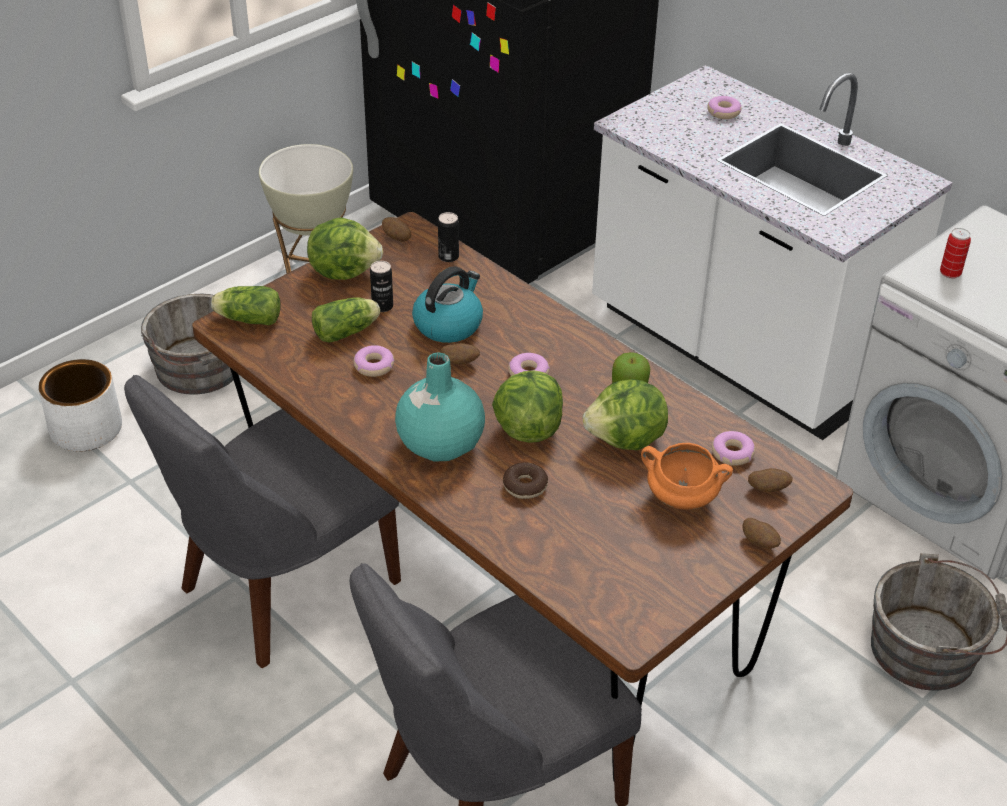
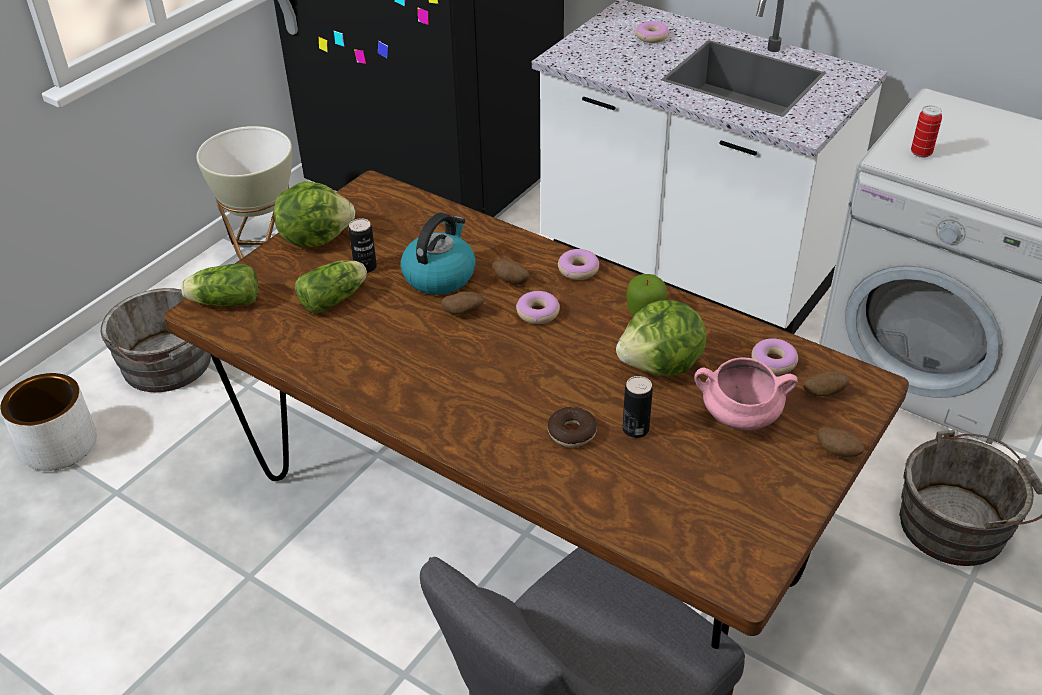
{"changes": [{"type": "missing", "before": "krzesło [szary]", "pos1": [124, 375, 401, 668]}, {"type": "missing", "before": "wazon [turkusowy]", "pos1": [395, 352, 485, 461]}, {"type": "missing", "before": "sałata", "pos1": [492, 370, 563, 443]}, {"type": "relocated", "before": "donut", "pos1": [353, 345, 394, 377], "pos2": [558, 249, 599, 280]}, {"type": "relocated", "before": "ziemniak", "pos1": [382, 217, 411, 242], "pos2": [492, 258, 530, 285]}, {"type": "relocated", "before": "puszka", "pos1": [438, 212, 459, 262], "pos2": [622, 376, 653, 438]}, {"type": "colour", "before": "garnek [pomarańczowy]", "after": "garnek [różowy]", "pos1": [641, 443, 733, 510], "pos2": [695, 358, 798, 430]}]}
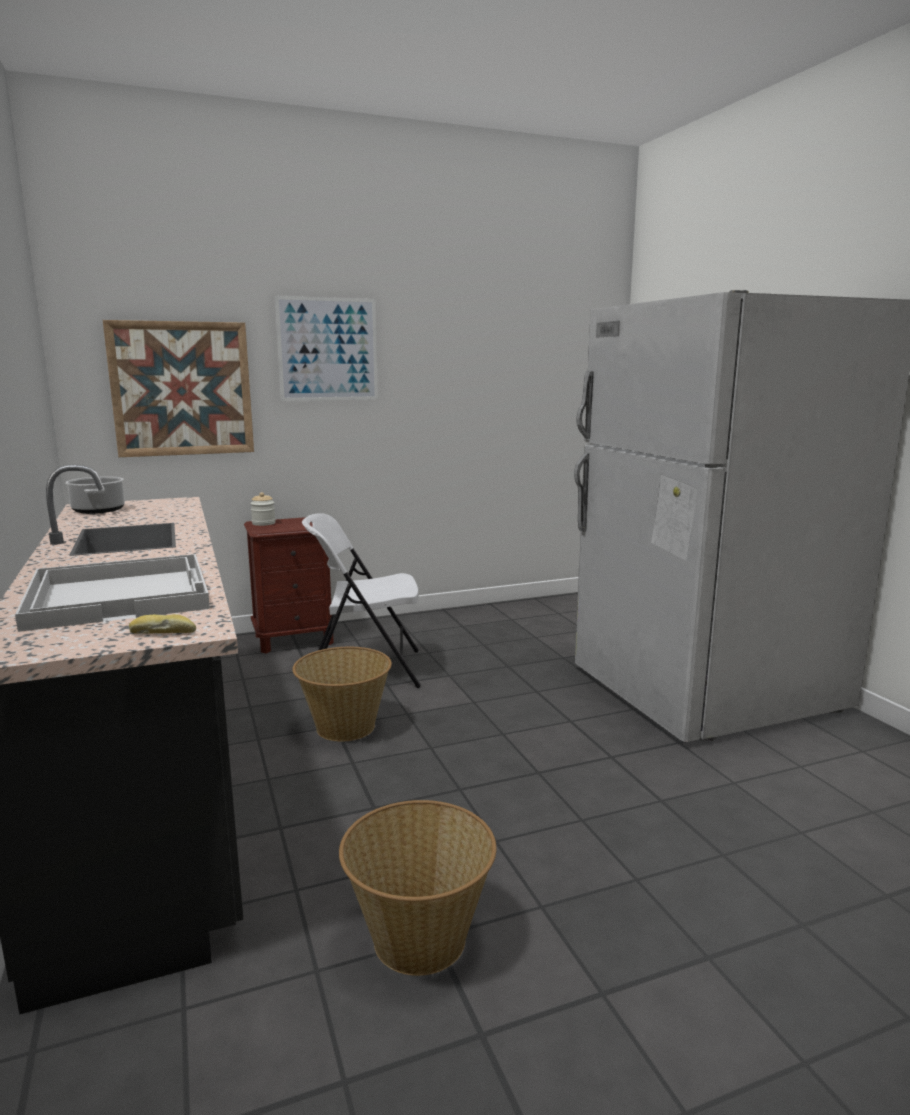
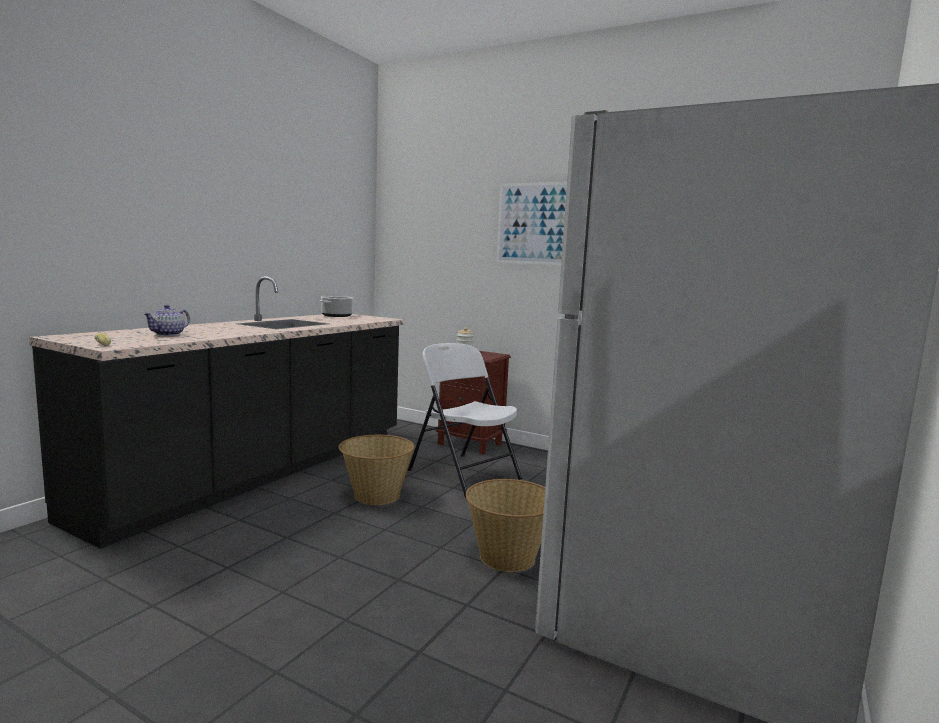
{"changes": [{"type": "missing", "before": "obraz", "pos1": [103, 320, 254, 457]}, {"type": "relocated", "before": "koszyk", "pos1": [339, 800, 497, 976], "pos2": [466, 479, 545, 572]}, {"type": "exchanged", "before": "taca [biały]", "after": "imbryk", "pos1": [15, 554, 210, 632], "pos2": [143, 305, 190, 336]}]}
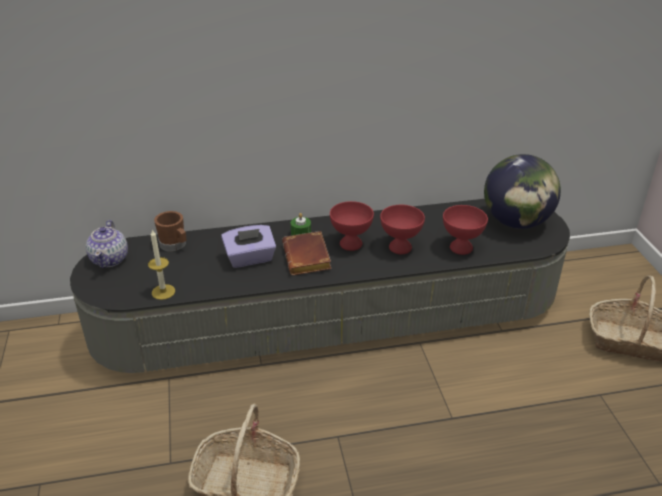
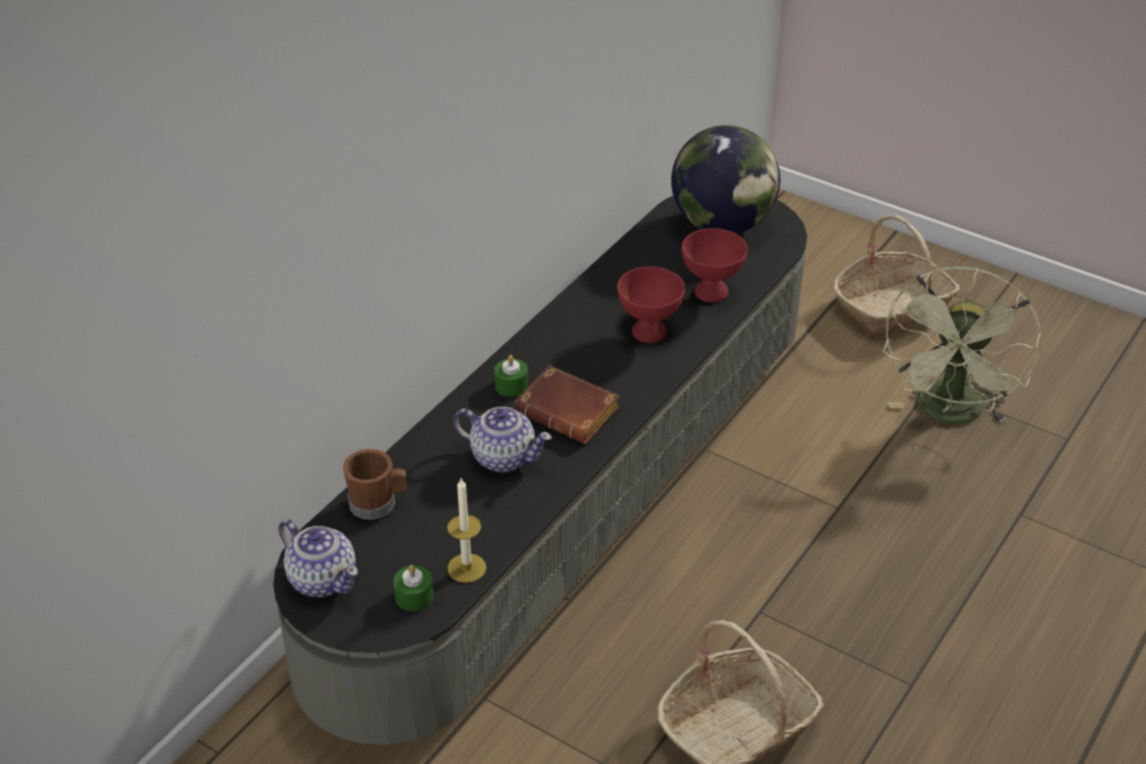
{"changes": [{"type": "missing", "before": "miska [czerwony]", "pos1": [330, 201, 374, 251]}, {"type": "appeared", "after": "świeca [zielony]", "pos2": [394, 565, 434, 611]}, {"type": "appeared", "after": "wentylator [zielony]", "pos2": [883, 267, 1042, 424]}, {"type": "exchanged", "before": "pudełko chusteczek [fioletowy]", "after": "imbryk", "pos1": [221, 225, 276, 268], "pos2": [453, 407, 552, 472]}]}
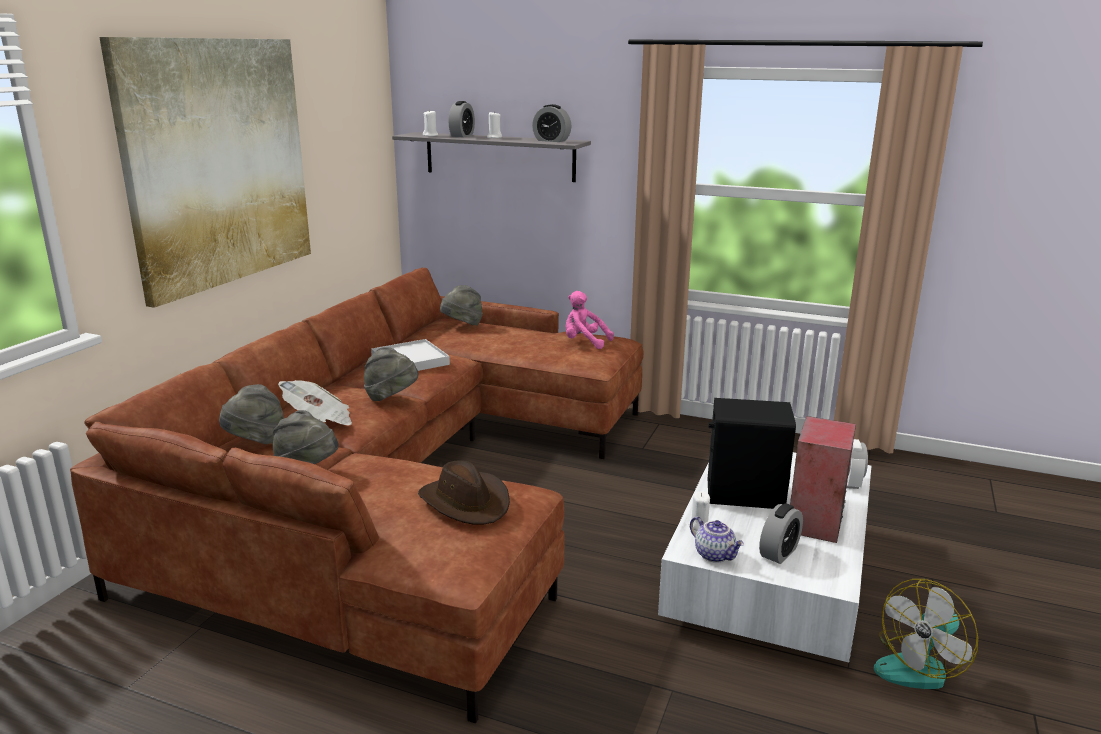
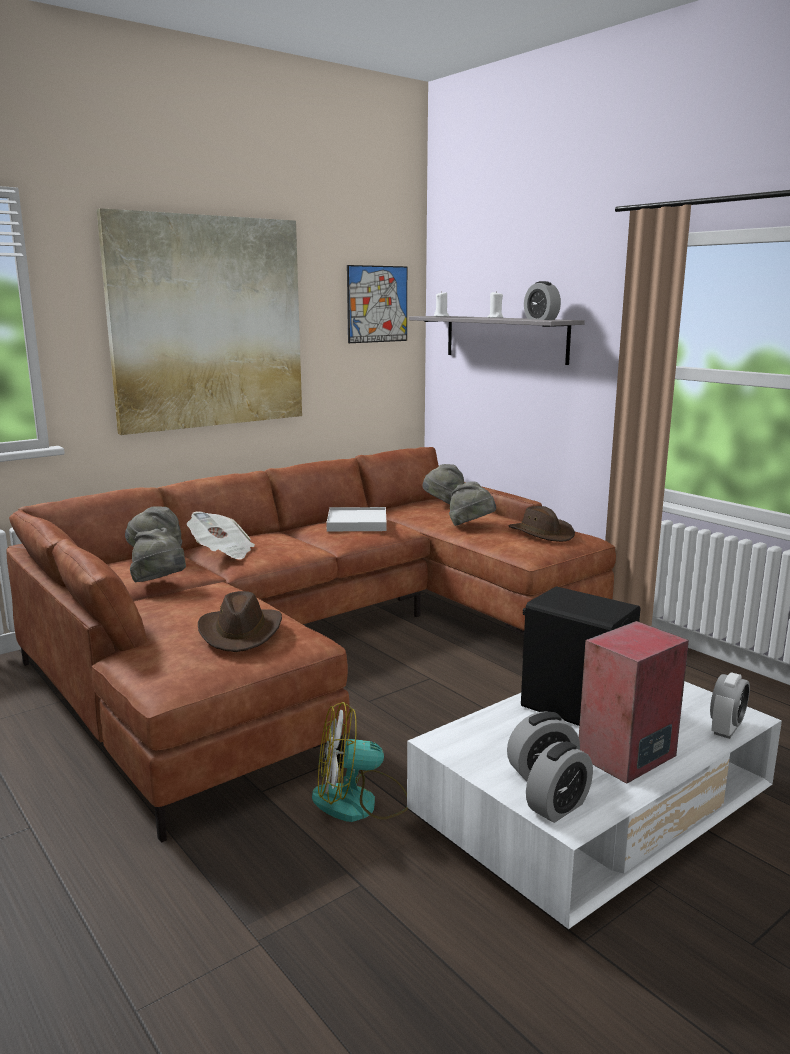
{"changes": [{"type": "missing", "before": "świeca [biały]", "pos1": [688, 491, 710, 531]}, {"type": "missing", "before": "imbryk", "pos1": [690, 516, 744, 563]}, {"type": "appeared", "after": "obraz", "pos2": [347, 265, 407, 343]}, {"type": "relocated", "before": "kapelusz [szary]", "pos1": [364, 347, 419, 401], "pos2": [449, 481, 496, 526]}, {"type": "relocated", "before": "budzik", "pos1": [449, 101, 475, 137], "pos2": [526, 741, 593, 823]}, {"type": "relocated", "before": "wentylator", "pos1": [874, 579, 978, 689], "pos2": [312, 702, 408, 822]}, {"type": "exchanged", "before": "pluszak [różowy]", "after": "kapelusz [brązowy]", "pos1": [565, 291, 614, 349], "pos2": [508, 506, 575, 542]}]}
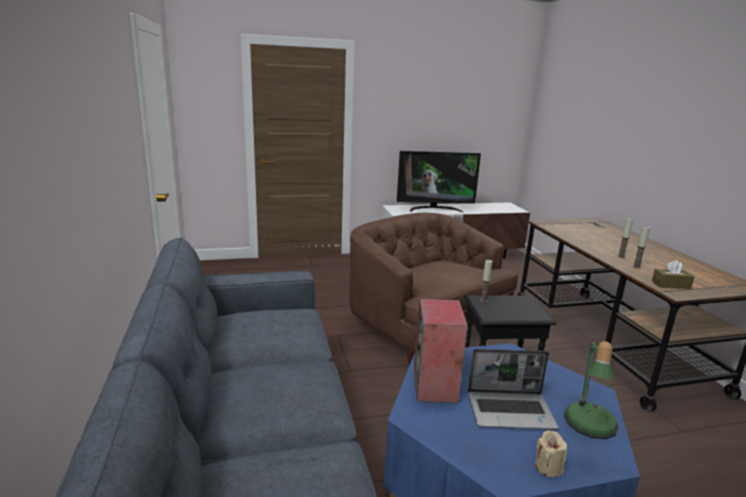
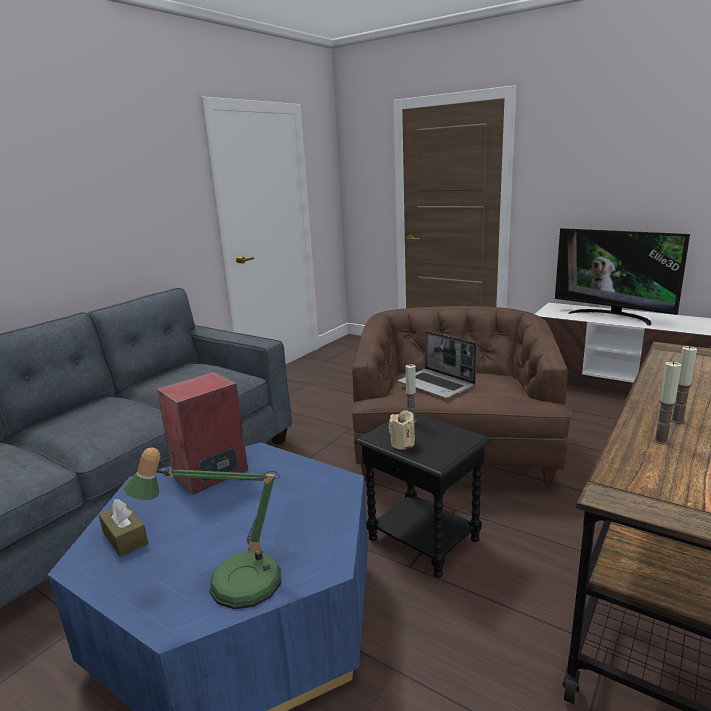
{"changes": [{"type": "relocated", "before": "laptop", "pos1": [468, 349, 559, 429], "pos2": [398, 331, 477, 398]}, {"type": "relocated", "before": "świeca [beżowy]", "pos1": [535, 430, 567, 477], "pos2": [388, 410, 415, 450]}, {"type": "relocated", "before": "pudełko chusteczek [brązowy]", "pos1": [652, 260, 694, 289], "pos2": [98, 499, 148, 557]}]}
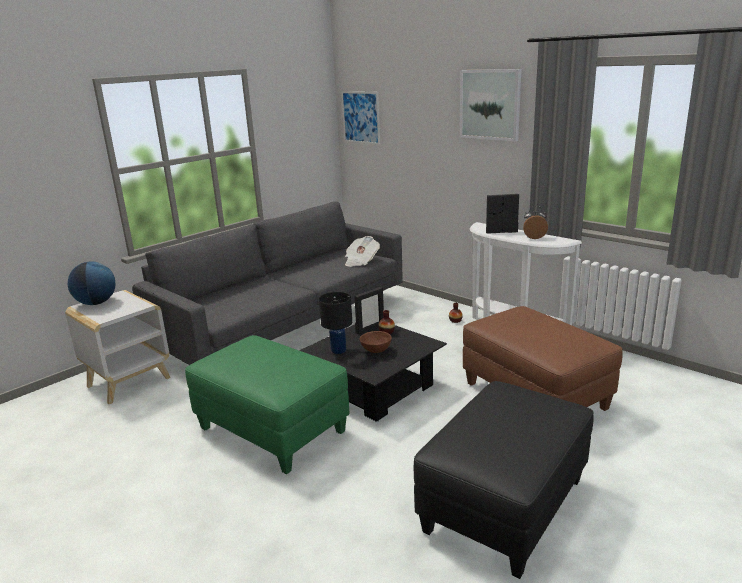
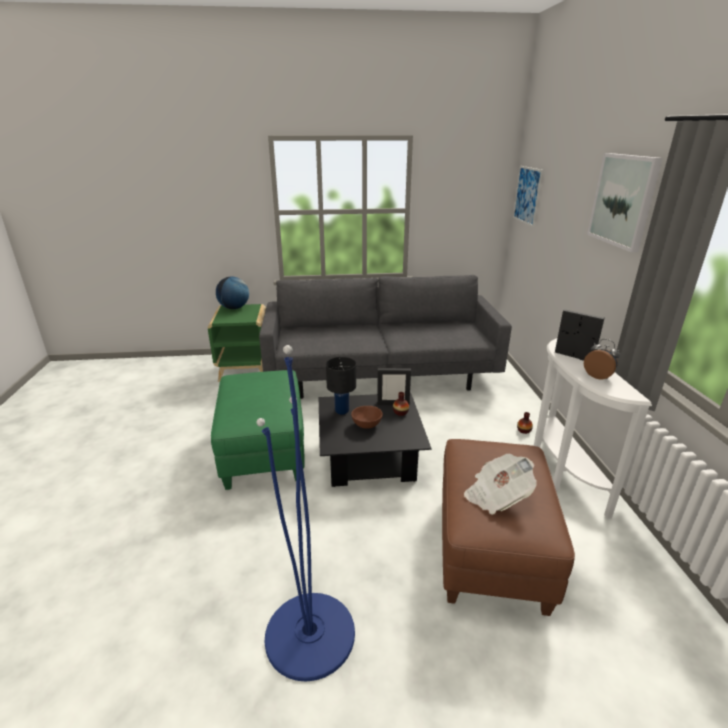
{"changes": [{"type": "relocated", "before": "gazeta", "pos1": [345, 236, 380, 267], "pos2": [464, 454, 537, 515]}, {"type": "exchanged", "before": "pufa [czarny]", "after": "lampa stojąca [niebieski]", "pos1": [414, 381, 593, 579], "pos2": [256, 345, 355, 682]}, {"type": "colour", "before": "stolik [biały]", "after": "stolik [zielony]", "pos1": [65, 290, 171, 404], "pos2": [208, 304, 266, 382]}]}
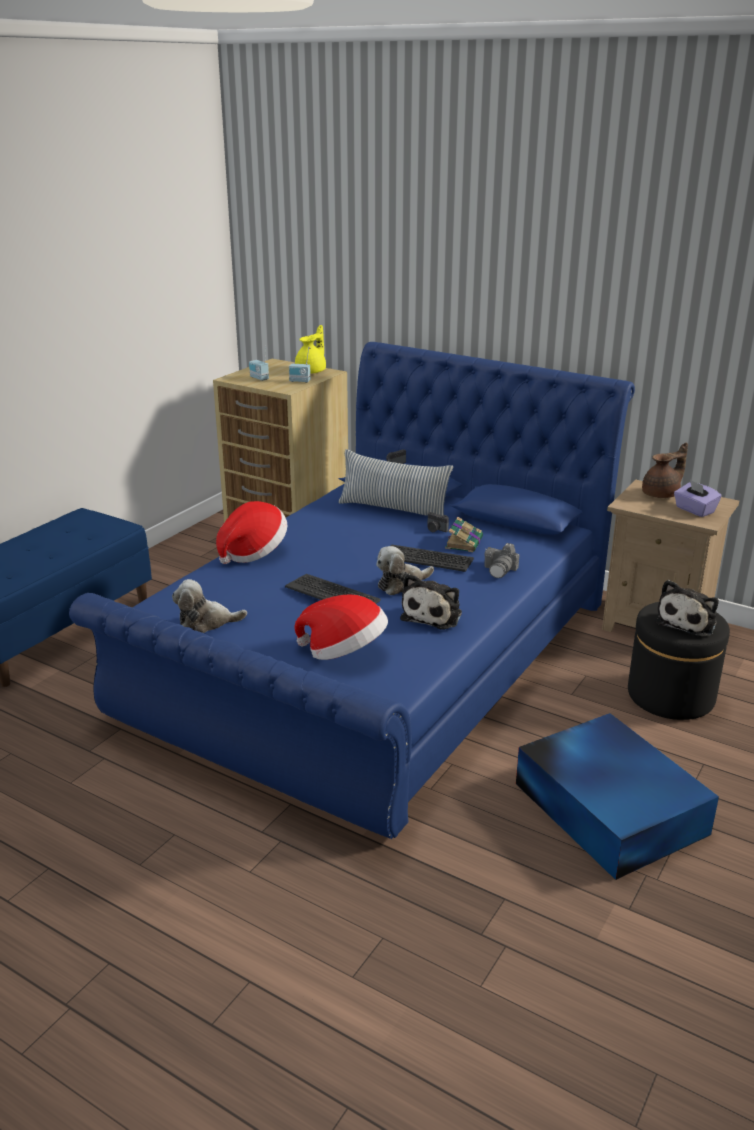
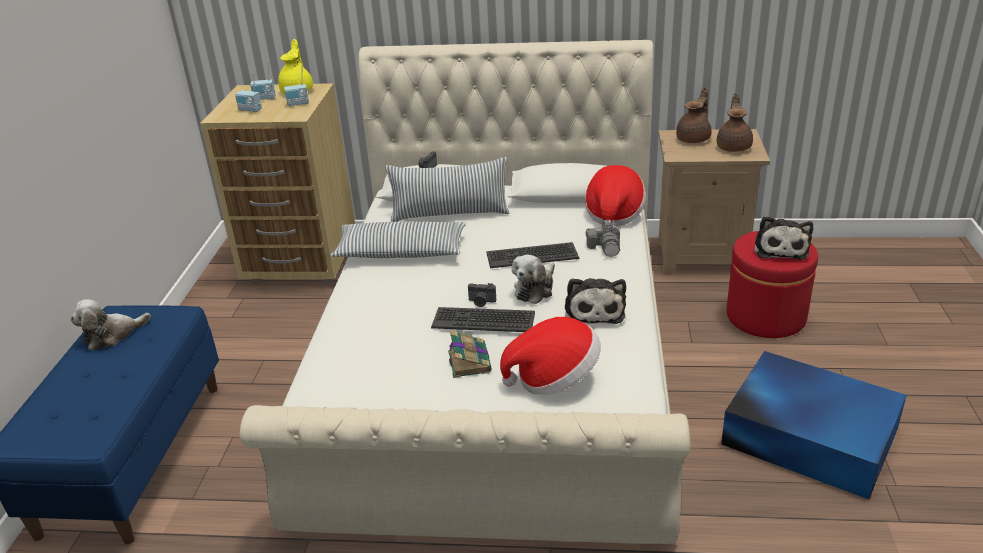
{"changes": [{"type": "appeared", "after": "radio", "pos2": [250, 61, 276, 100]}, {"type": "appeared", "after": "poduszka", "pos2": [330, 221, 466, 258]}, {"type": "relocated", "before": "pluszak", "pos1": [172, 579, 247, 633], "pos2": [71, 299, 151, 351]}, {"type": "relocated", "before": "kapelusz", "pos1": [216, 501, 288, 564], "pos2": [585, 165, 646, 228]}, {"type": "relocated", "before": "aparat fotograficzny", "pos1": [427, 512, 449, 532], "pos2": [468, 283, 496, 307]}, {"type": "relocated", "before": "książka", "pos1": [445, 516, 483, 552], "pos2": [448, 330, 492, 378]}, {"type": "exchanged", "before": "pudełko chusteczek [fioletowy]", "after": "imbryk [brązowy]", "pos1": [674, 480, 722, 517], "pos2": [717, 93, 753, 152]}, {"type": "colour", "before": "łóżko [niebieski]", "after": "łóżko [beżowy]", "pos1": [69, 342, 635, 839], "pos2": [240, 40, 690, 544]}, {"type": "colour", "before": "pufa [czarny]", "after": "pufa [czerwony]", "pos1": [628, 602, 730, 720], "pos2": [726, 231, 818, 338]}]}
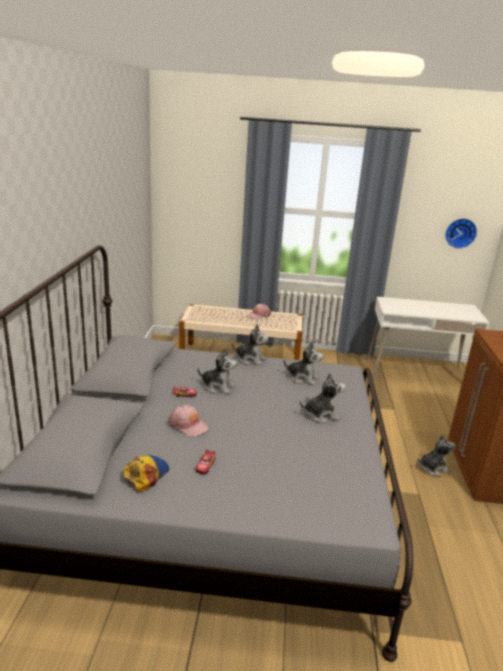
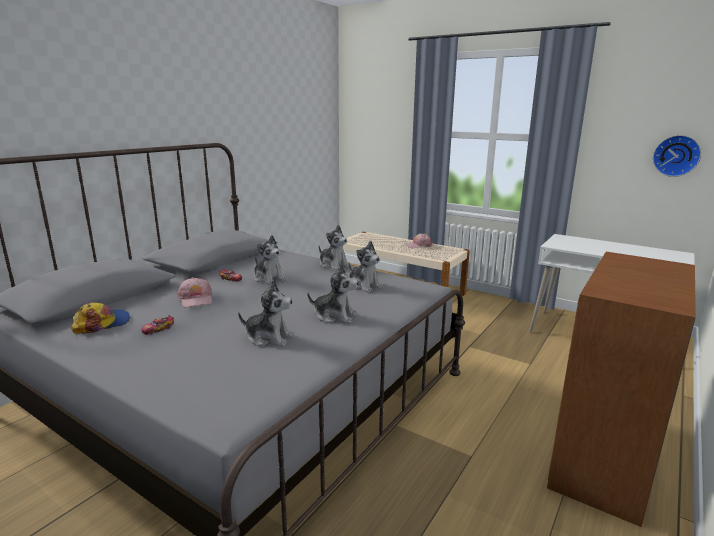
{"changes": [{"type": "relocated", "before": "pluszak", "pos1": [417, 434, 456, 476], "pos2": [238, 280, 294, 347]}]}
